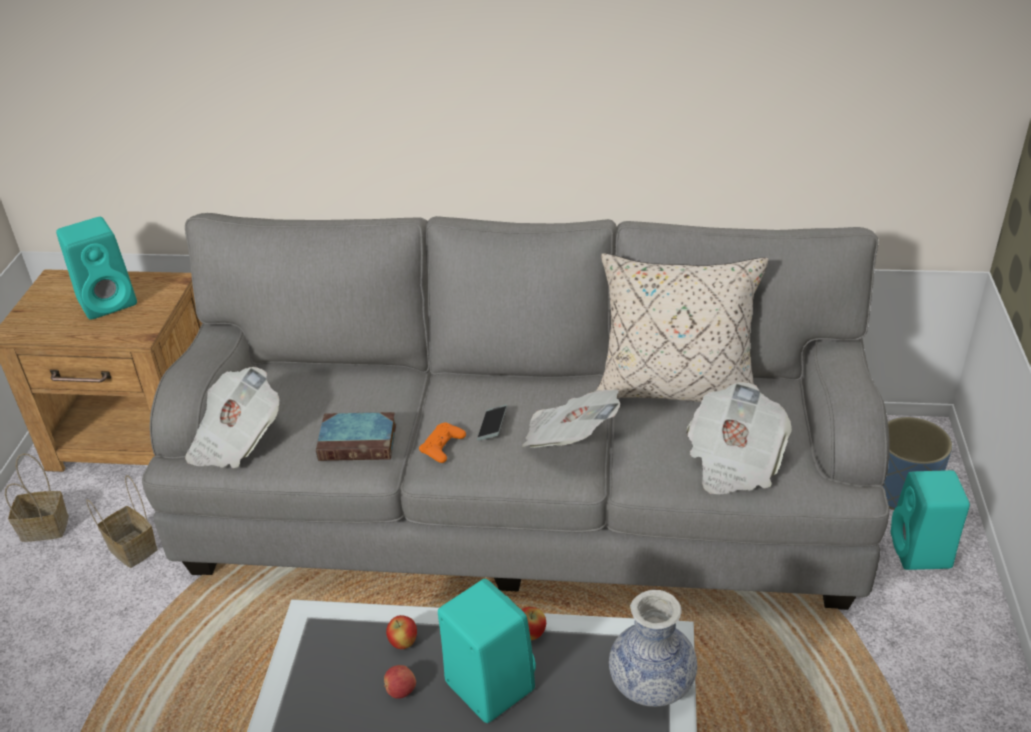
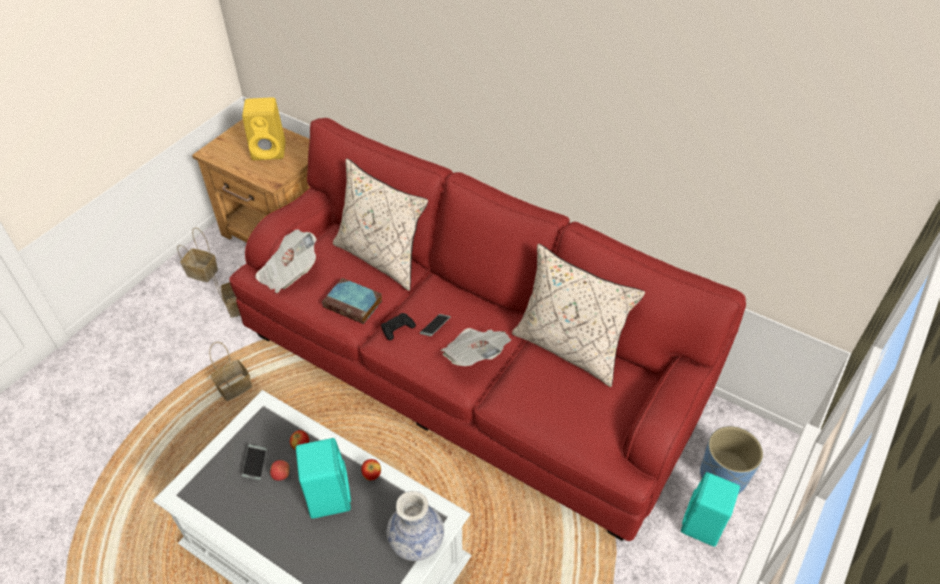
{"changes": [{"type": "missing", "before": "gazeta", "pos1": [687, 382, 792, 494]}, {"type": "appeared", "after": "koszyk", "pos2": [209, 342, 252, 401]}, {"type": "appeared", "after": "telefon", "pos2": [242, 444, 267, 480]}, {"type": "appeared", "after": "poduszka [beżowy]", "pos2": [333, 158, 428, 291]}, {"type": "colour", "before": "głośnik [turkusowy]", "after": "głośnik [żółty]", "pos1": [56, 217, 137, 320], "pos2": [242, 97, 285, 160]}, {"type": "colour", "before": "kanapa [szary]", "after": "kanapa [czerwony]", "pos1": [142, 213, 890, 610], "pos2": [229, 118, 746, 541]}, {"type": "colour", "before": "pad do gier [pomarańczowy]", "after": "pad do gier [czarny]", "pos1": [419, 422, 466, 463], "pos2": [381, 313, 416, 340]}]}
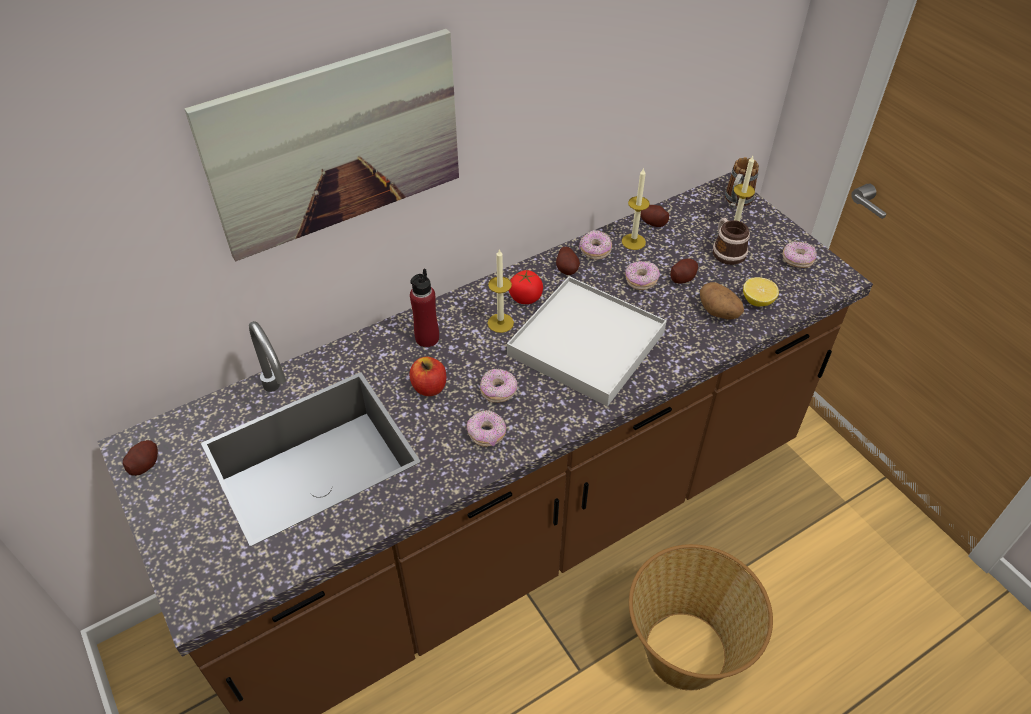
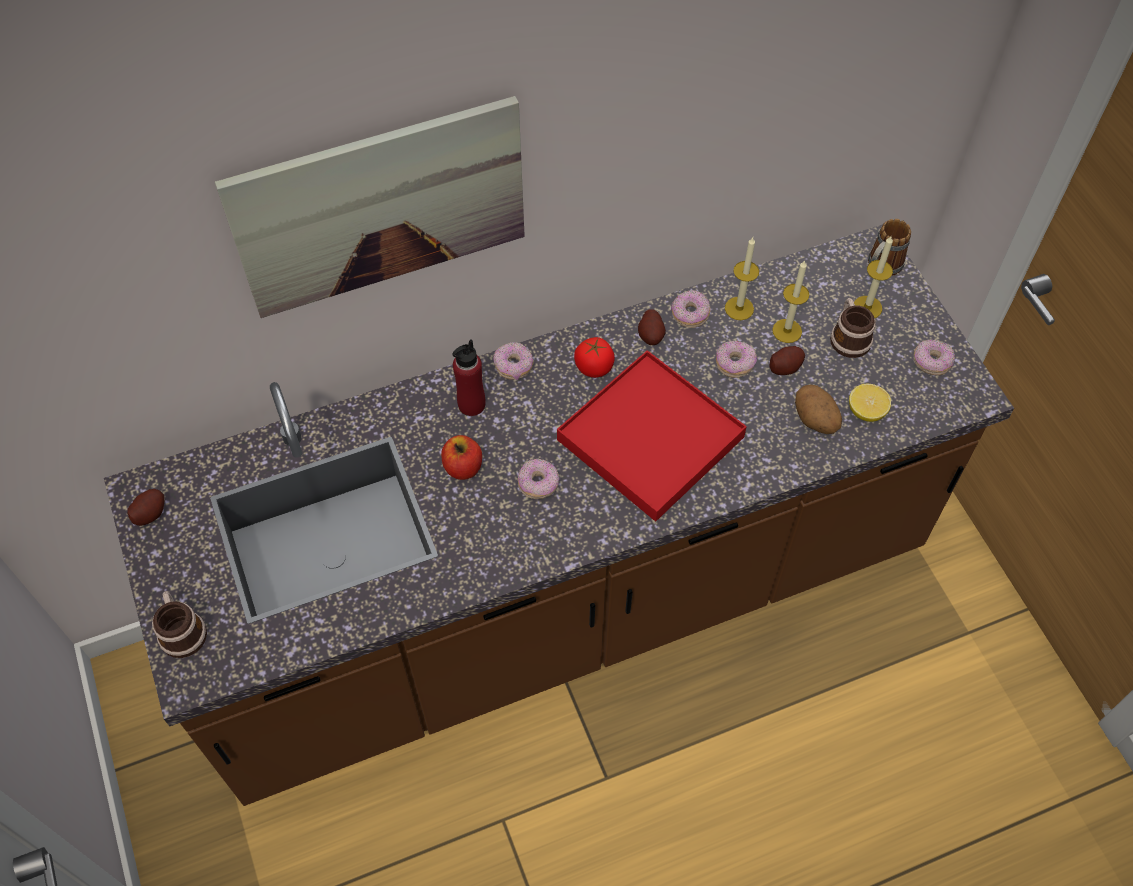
{"changes": [{"type": "missing", "before": "koszyk", "pos1": [629, 544, 773, 691]}, {"type": "missing", "before": "ziemniak", "pos1": [640, 205, 669, 227]}, {"type": "appeared", "after": "kubek", "pos2": [152, 591, 207, 658]}, {"type": "relocated", "before": "donut", "pos1": [467, 410, 506, 447], "pos2": [493, 342, 534, 380]}, {"type": "relocated", "before": "świeca", "pos1": [488, 249, 514, 333], "pos2": [772, 260, 809, 343]}, {"type": "colour", "before": "taca [biały]", "after": "taca [czerwony]", "pos1": [507, 276, 667, 407], "pos2": [557, 350, 747, 521]}]}
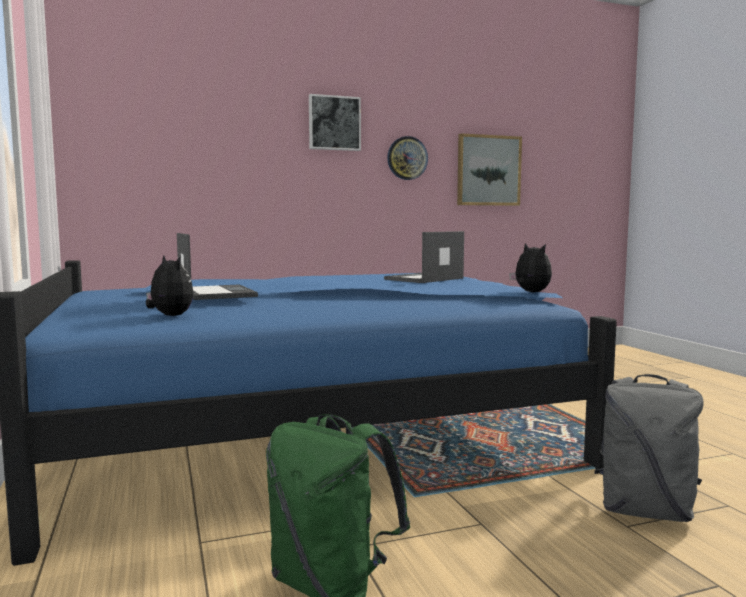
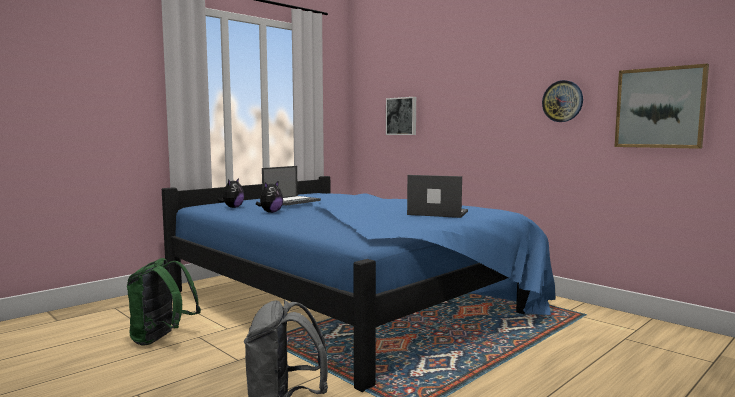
{"changes": [{"type": "relocated", "before": "obraz", "pos1": [309, 94, 361, 151], "pos2": [386, 97, 416, 135]}, {"type": "relocated", "before": "pluszak", "pos1": [509, 243, 552, 292], "pos2": [256, 182, 283, 213]}]}
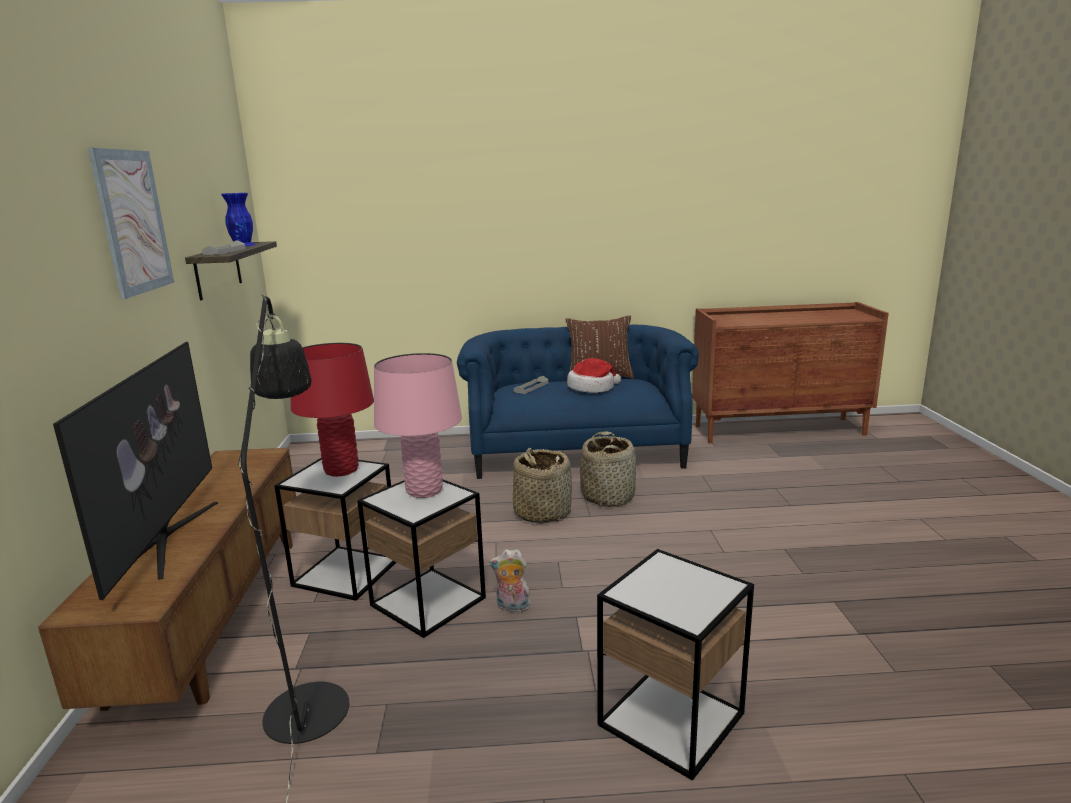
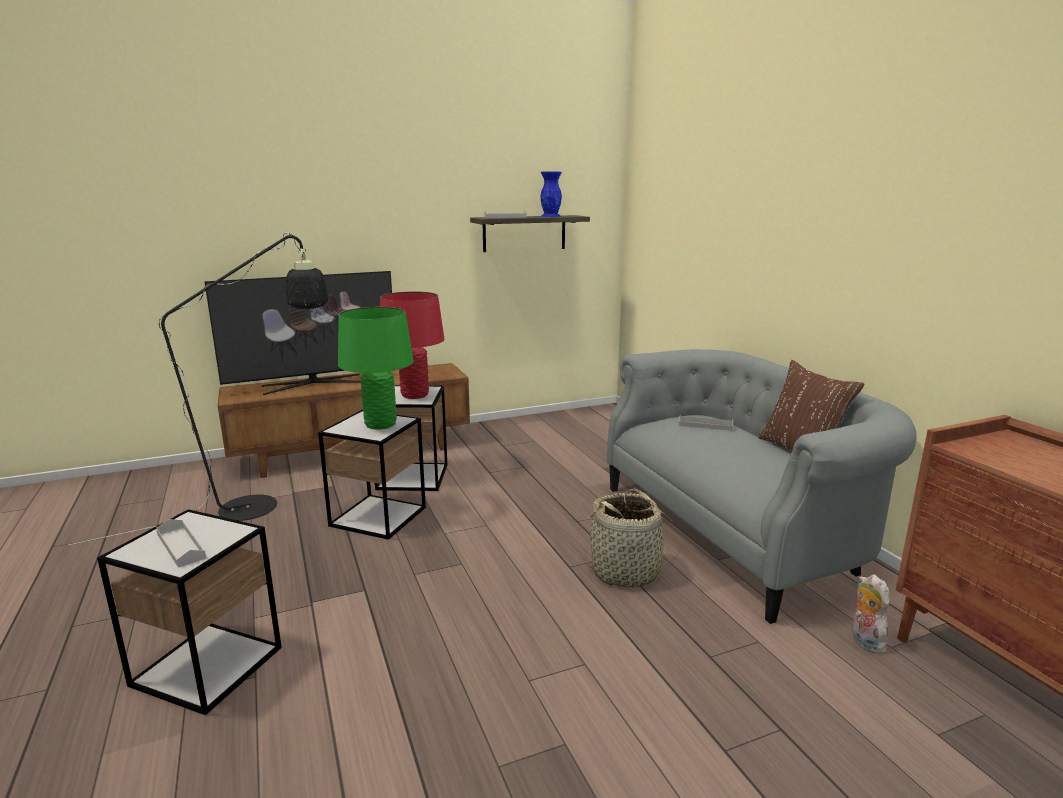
{"changes": [{"type": "missing", "before": "obraz", "pos1": [88, 148, 174, 299]}, {"type": "missing", "before": "koszyk", "pos1": [513, 448, 572, 524]}, {"type": "missing", "before": "kapelusz", "pos1": [567, 358, 621, 393]}, {"type": "appeared", "after": "taca [szary]", "pos2": [156, 519, 206, 568]}, {"type": "relocated", "before": "pluszak", "pos1": [489, 549, 531, 613], "pos2": [852, 574, 890, 654]}, {"type": "colour", "before": "lampa stołowa [różowy]", "after": "lampa stołowa [zielony]", "pos1": [374, 353, 462, 498], "pos2": [338, 307, 414, 430]}, {"type": "colour", "before": "kanapa [niebieski]", "after": "kanapa [szary]", "pos1": [457, 325, 699, 479], "pos2": [607, 349, 917, 624]}]}
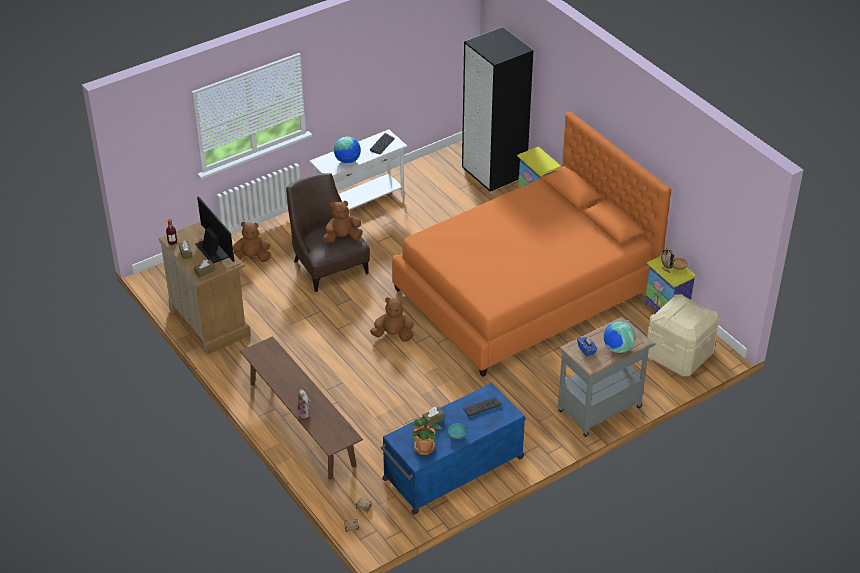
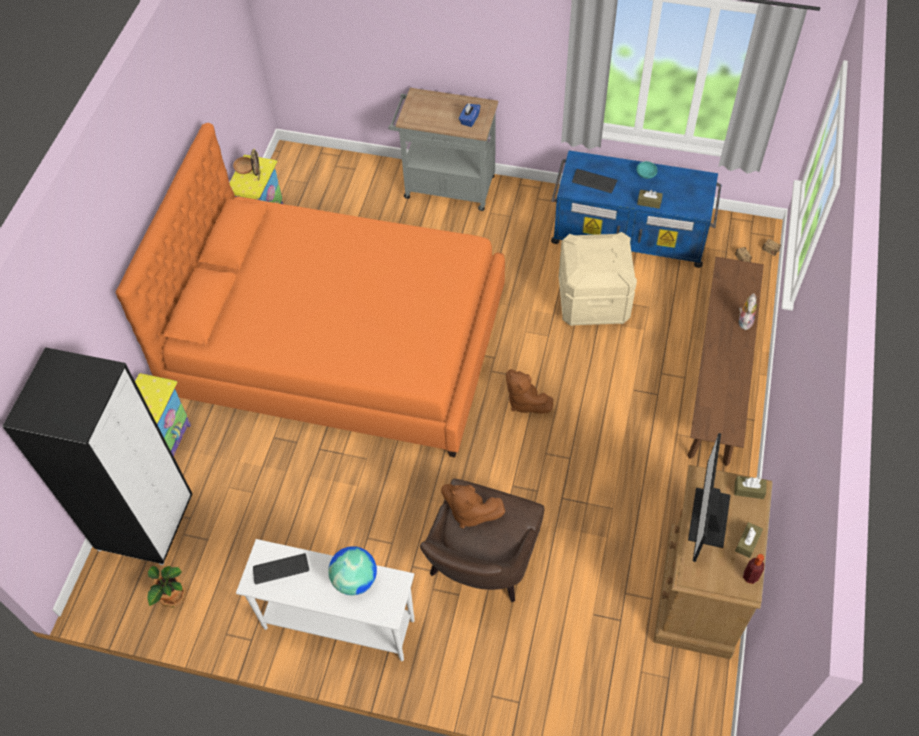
{"changes": [{"type": "missing", "before": "pluszak [brązowy]", "pos1": [233, 222, 271, 262]}, {"type": "missing", "before": "globus", "pos1": [604, 321, 635, 353]}, {"type": "relocated", "before": "roślina doniczkowa", "pos1": [412, 418, 442, 455], "pos2": [147, 566, 187, 608]}, {"type": "relocated", "before": "pojemnik do przechowywania [beżowy]", "pos1": [647, 294, 719, 376], "pos2": [558, 232, 637, 326]}]}
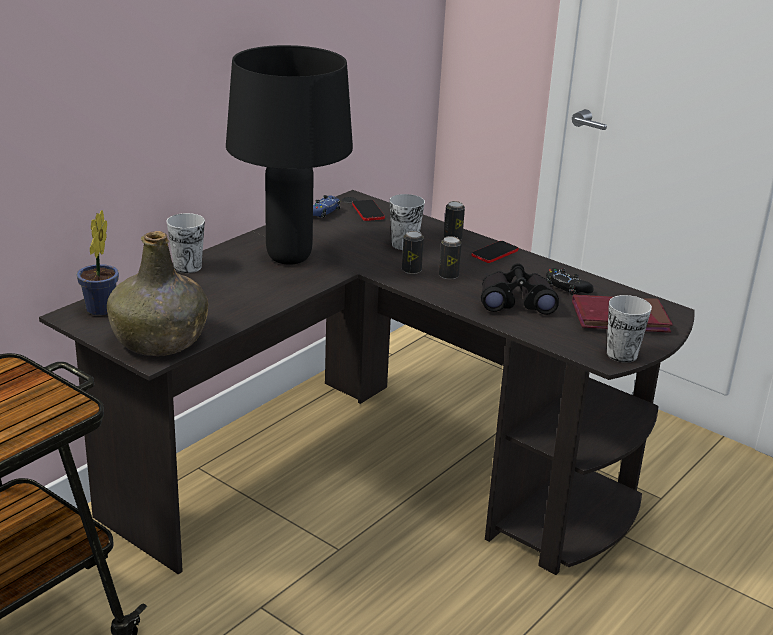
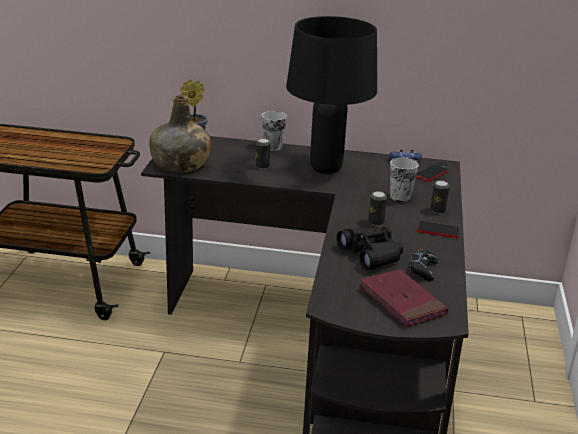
{"changes": [{"type": "missing", "before": "filiżanka", "pos1": [607, 295, 652, 363]}, {"type": "relocated", "before": "puszka", "pos1": [402, 231, 424, 274], "pos2": [255, 138, 270, 169]}]}
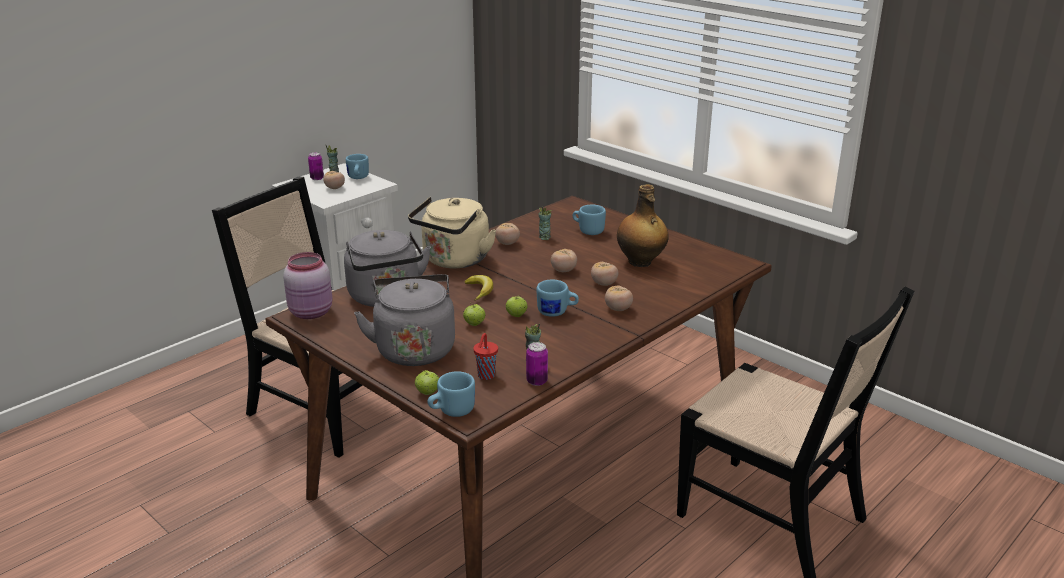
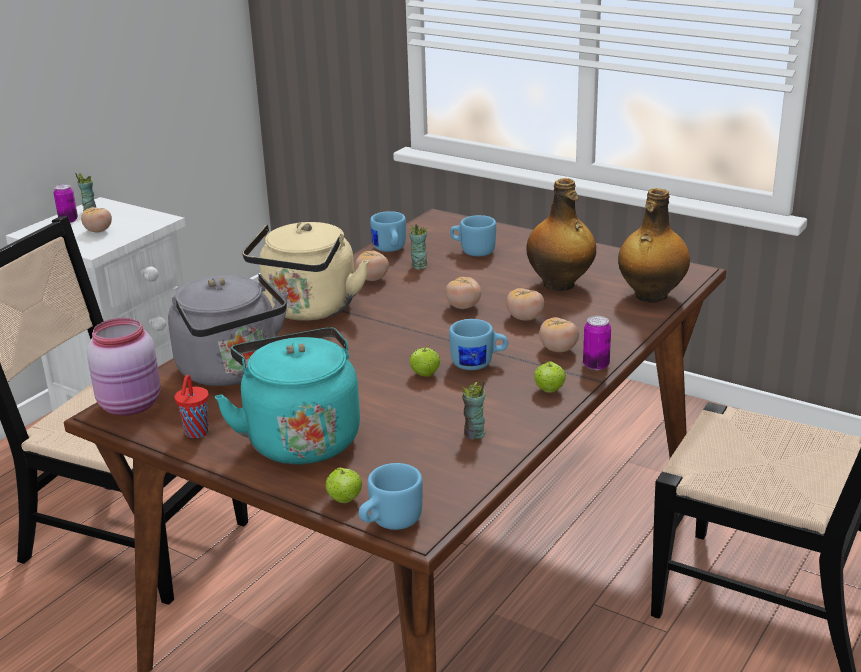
{"changes": [{"type": "missing", "before": "banan", "pos1": [464, 275, 493, 301]}, {"type": "appeared", "after": "butelka", "pos2": [618, 188, 690, 303]}, {"type": "relocated", "before": "kubek [niebieski]", "pos1": [346, 154, 369, 179], "pos2": [370, 211, 406, 252]}, {"type": "relocated", "before": "jabłko", "pos1": [463, 303, 485, 326], "pos2": [534, 360, 566, 393]}, {"type": "relocated", "before": "filiżanka [czerwony]", "pos1": [473, 333, 498, 380], "pos2": [174, 375, 209, 438]}, {"type": "relocated", "before": "puszka", "pos1": [526, 342, 548, 386], "pos2": [583, 316, 611, 370]}, {"type": "colour", "before": "czajnik [szary]", "after": "czajnik [turkusowy]", "pos1": [354, 274, 455, 366], "pos2": [215, 328, 360, 464]}]}
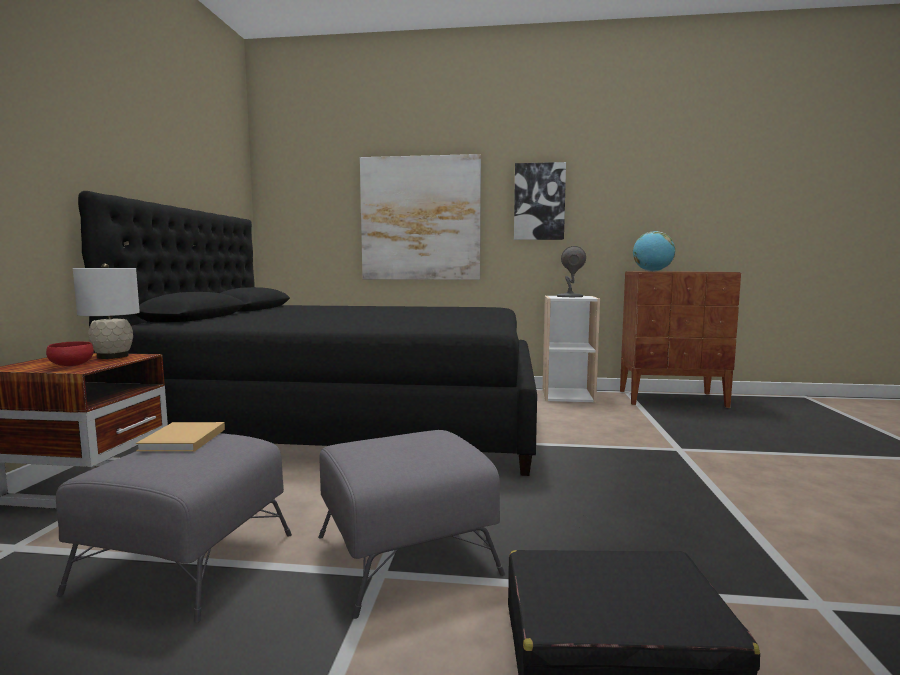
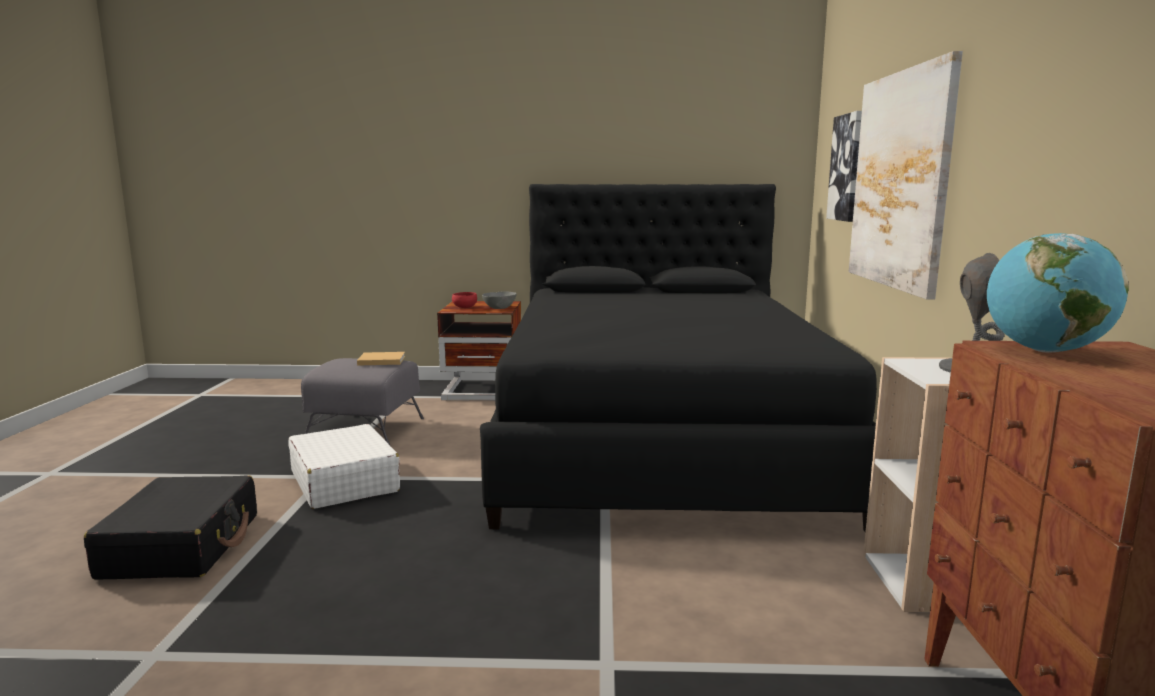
{"changes": [{"type": "relocated", "before": "obraz", "pos1": [514, 162, 566, 240], "pos2": [826, 111, 862, 222]}, {"type": "exchanged", "before": "lampa stołowa [biały]", "after": "miska [szary]", "pos1": [73, 264, 140, 359], "pos2": [482, 291, 517, 309]}, {"type": "exchanged", "before": "pufa [szary]", "after": "walizka [biały]", "pos1": [318, 430, 505, 619], "pos2": [288, 424, 400, 509]}]}
